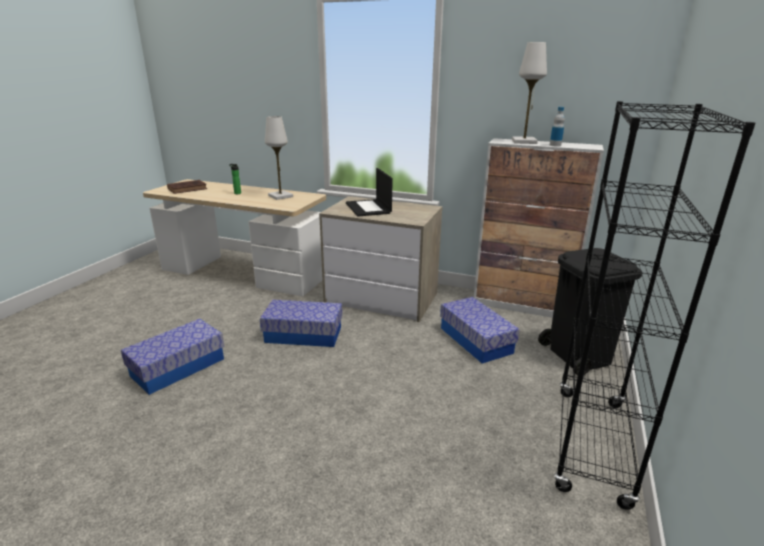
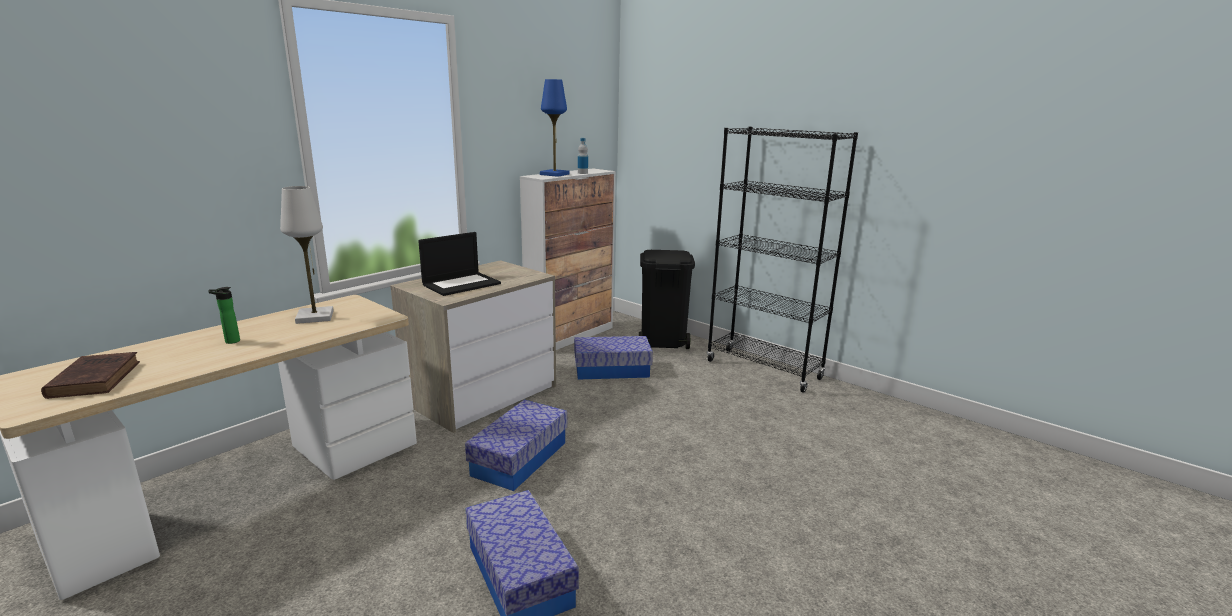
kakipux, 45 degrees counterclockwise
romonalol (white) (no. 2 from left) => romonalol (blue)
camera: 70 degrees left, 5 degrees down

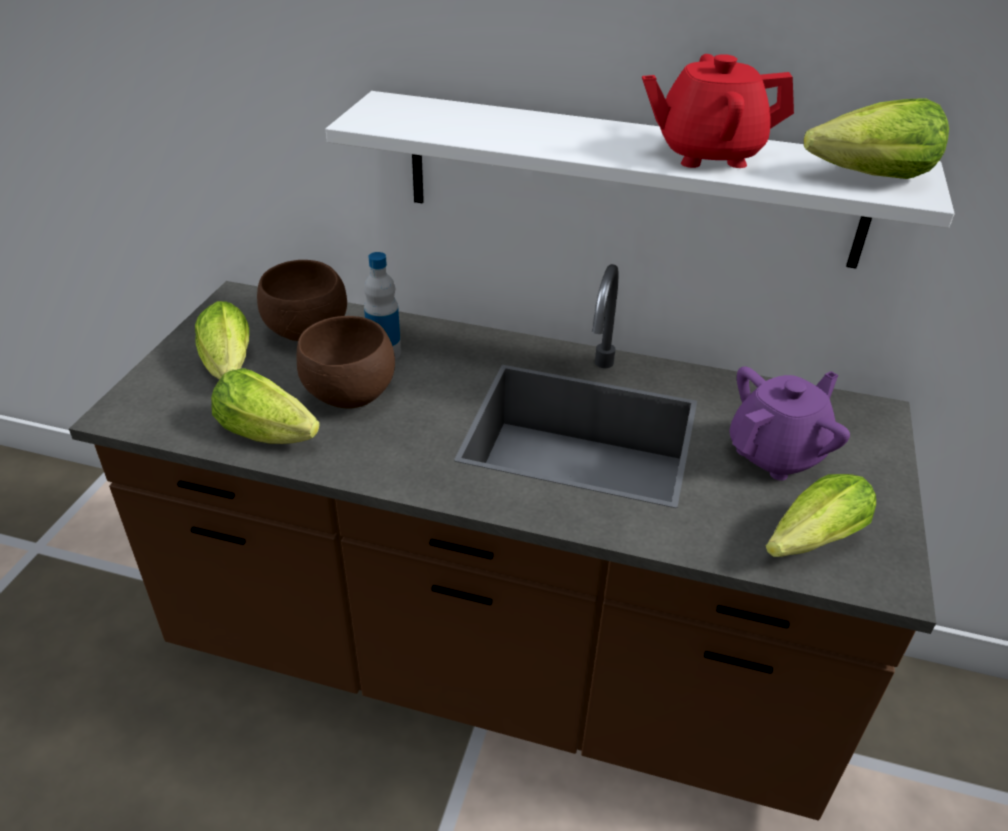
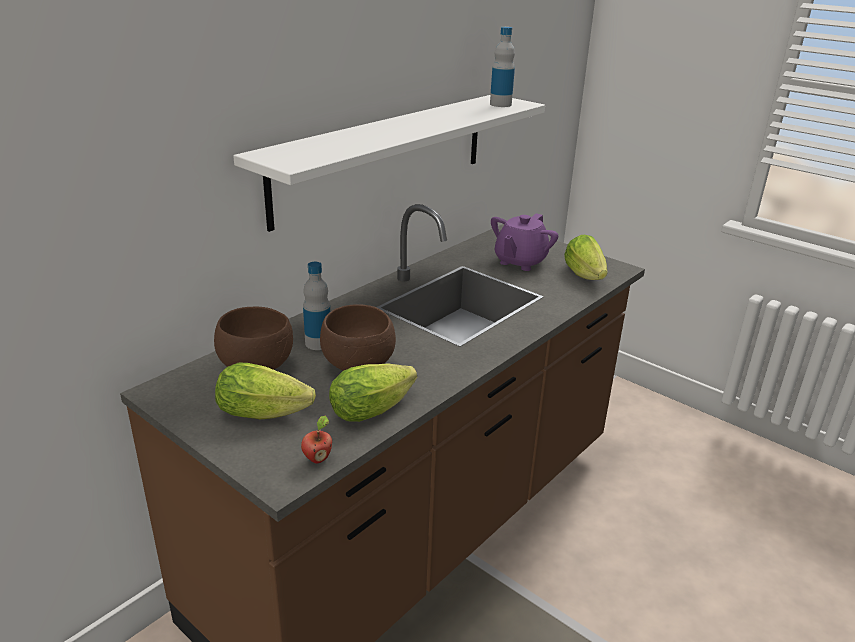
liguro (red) => nothing
liguro (purple), 135 degrees counterclockwise
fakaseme (no. 4 from left) => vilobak (no. 2 from left)
nothing => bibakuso
camera: 65 degrees left, 10 degrees down

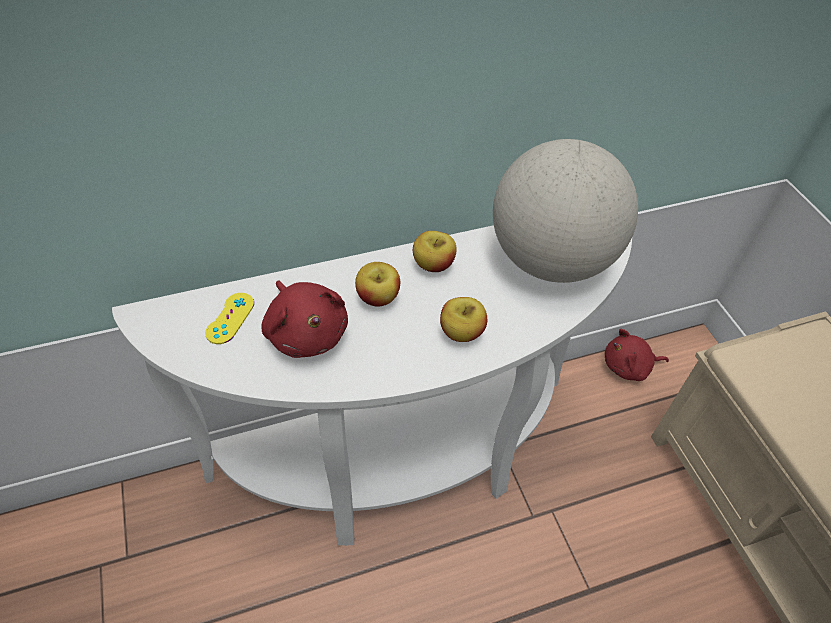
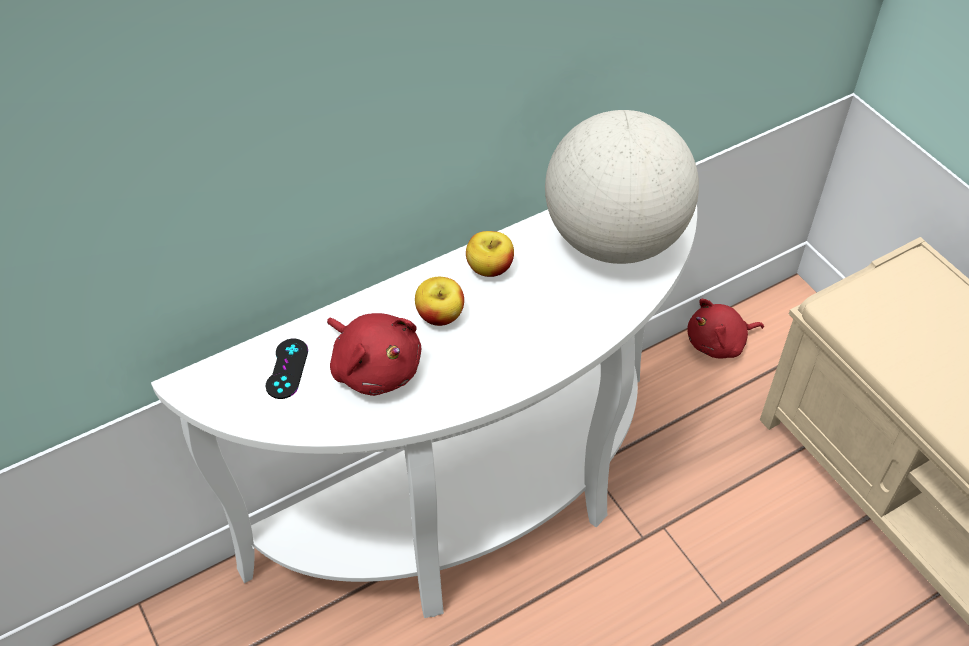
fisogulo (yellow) => fisogulo (black)
bibakuso (no. 3 from left) => nothing
camera: 10 degrees left, 0 degrees up

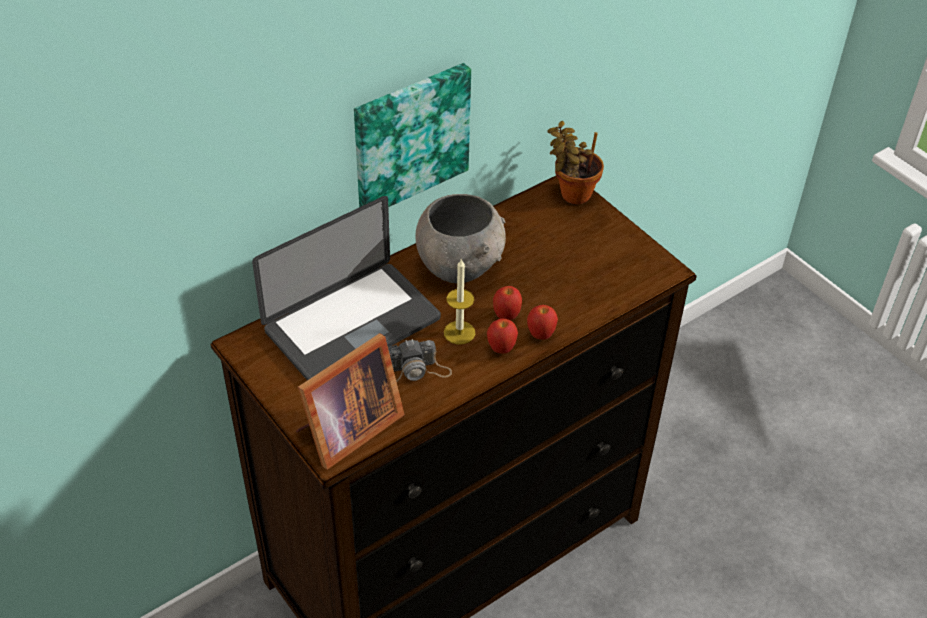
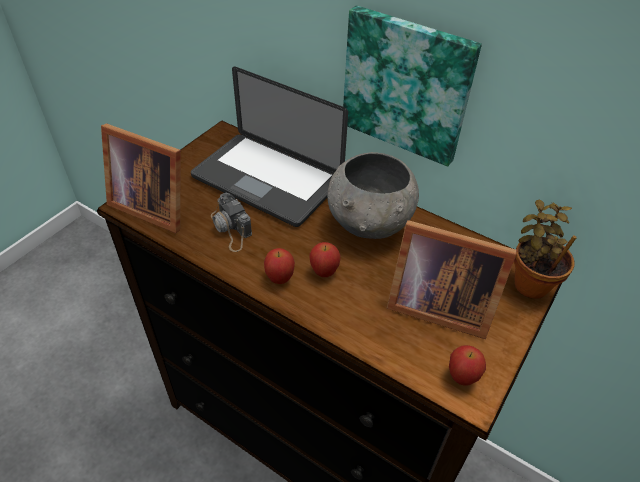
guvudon => nothing
bibakuso (no. 3 from left), shifted
nothing => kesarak (no. 2 from left)
camera: 70 degrees right, 0 degrees up

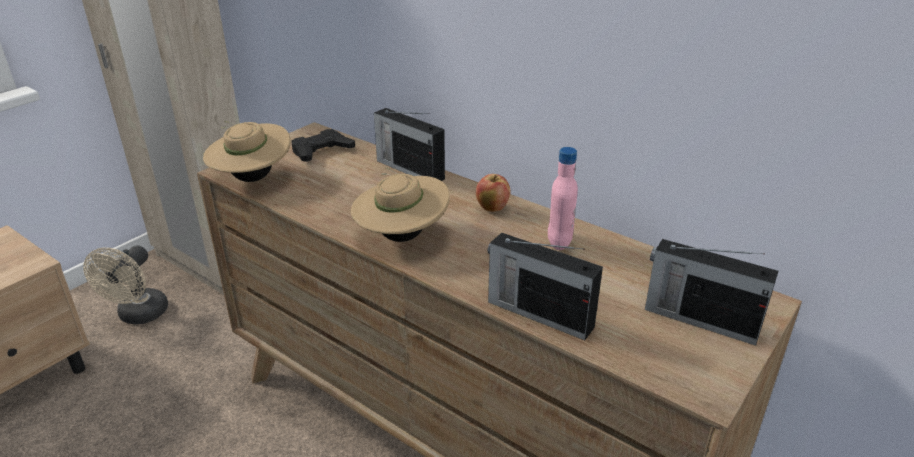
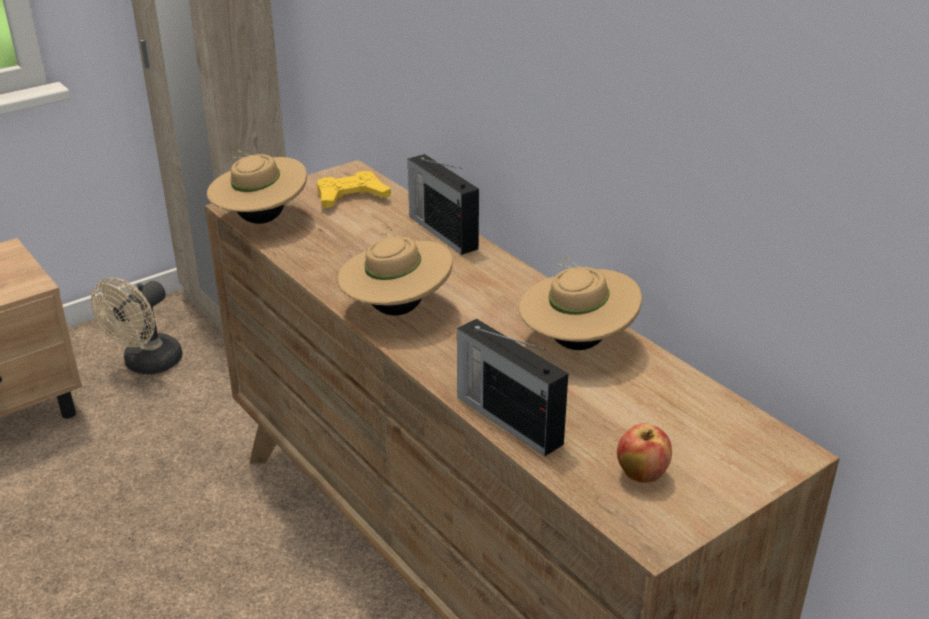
fisogulo (black) => fisogulo (yellow)
bibakuso, shifted
vilobak (pink) => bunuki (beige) (no. 3 from left)
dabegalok (no. 3 from left) => nothing
camera: 15 degrees right, 0 degrees up

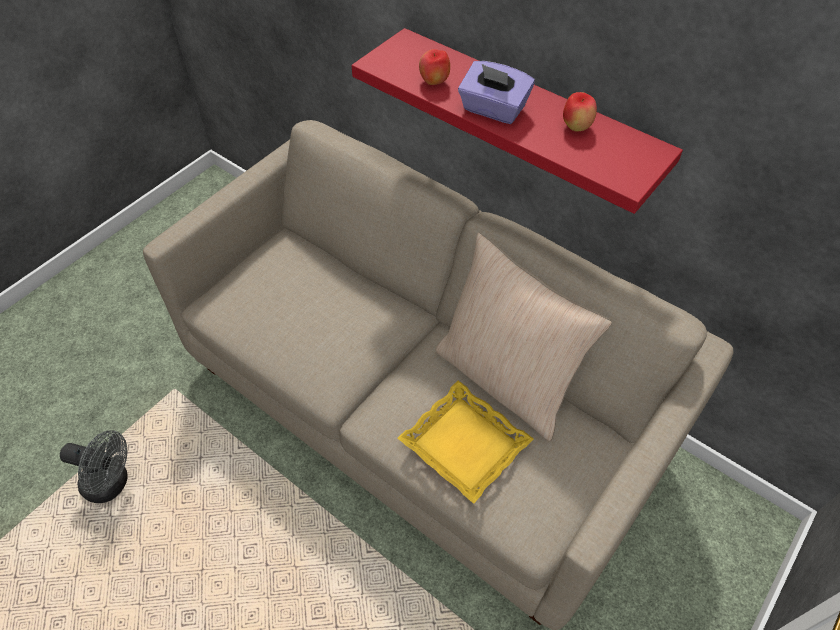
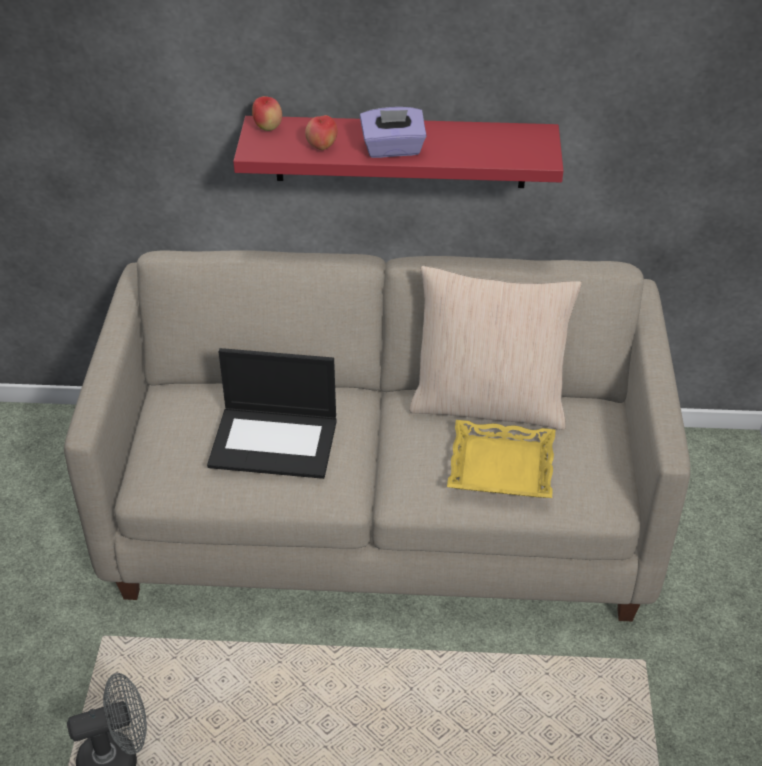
bibakuso (no. 2 from left in the first image) => bibakuso (no. 1 from left), shifted
nothing => kakipux
camera: 35 degrees left, 10 degrees down

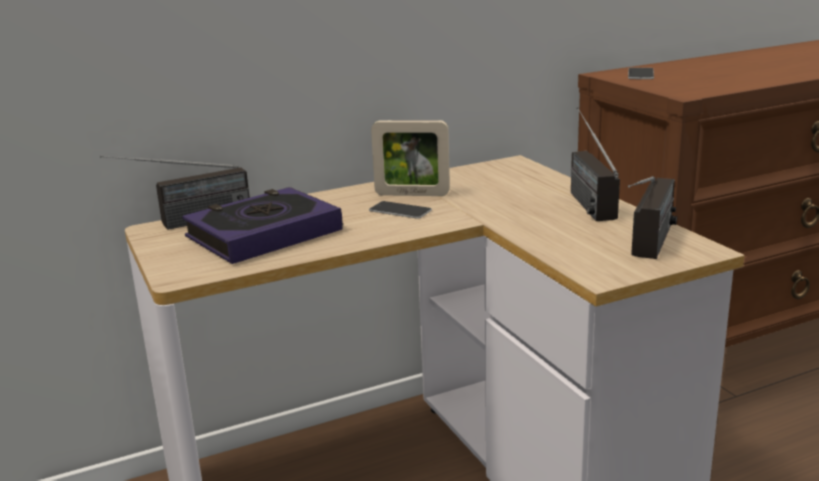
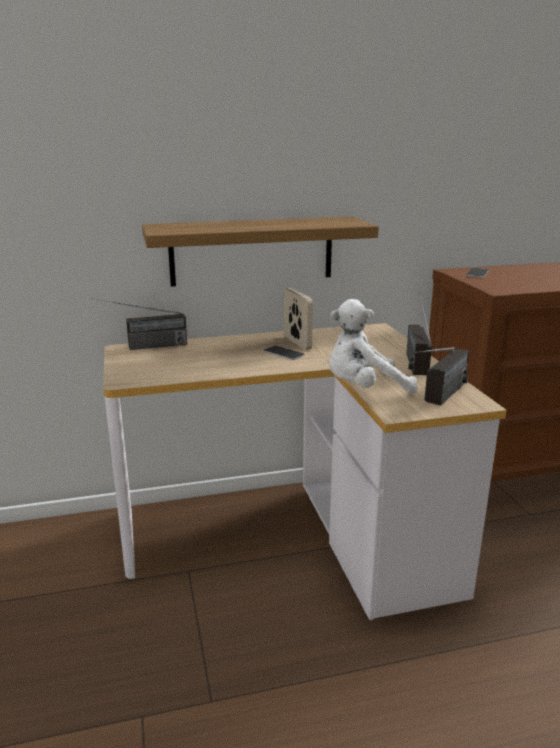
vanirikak => nothing
kesarak, 135 degrees counterclockwise
nothing => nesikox
nothing => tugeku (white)
camera: 10 degrees right, 0 degrees up

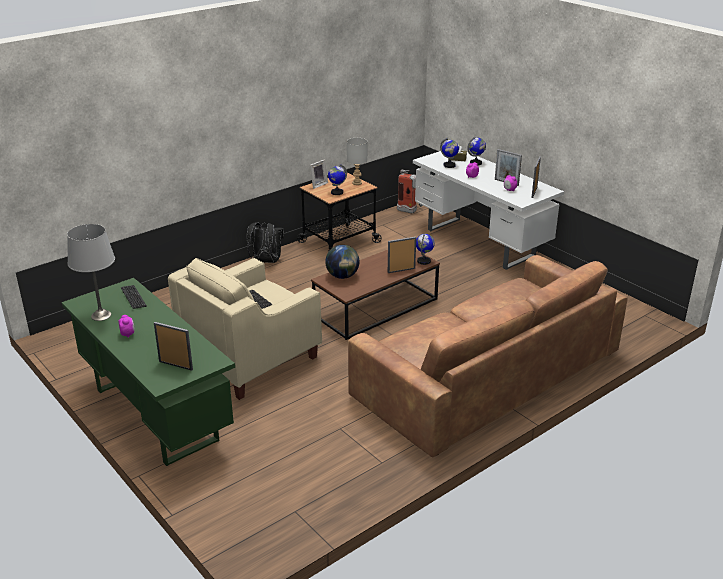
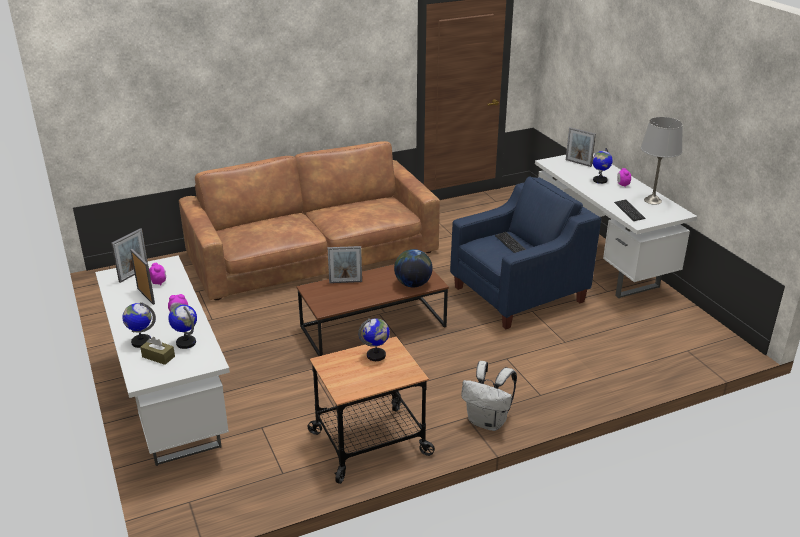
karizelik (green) => karizelik (white) (no. 2 from left)
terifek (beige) => terifek (blue)
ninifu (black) => ninifu (white)
kesarak (no. 2 from left) => nothing
romonalol (grey) (no. 2 from left) => nothing
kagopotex => nothing
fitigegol (no. 3 from left in the first image) => fitigegol (no. 5 from left), shifted
camera: 165 degrees left, 0 degrees up

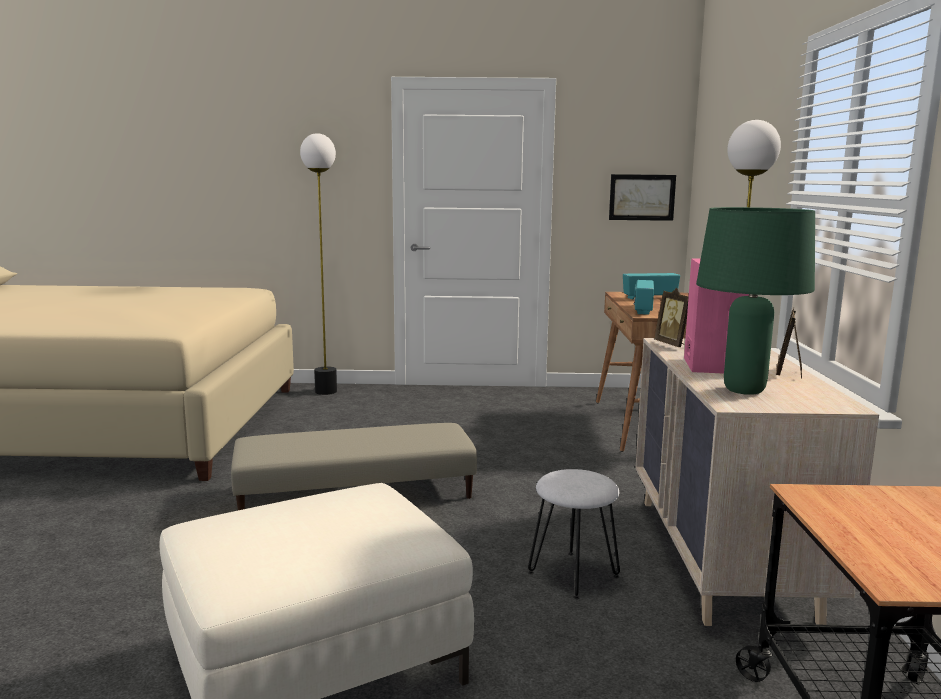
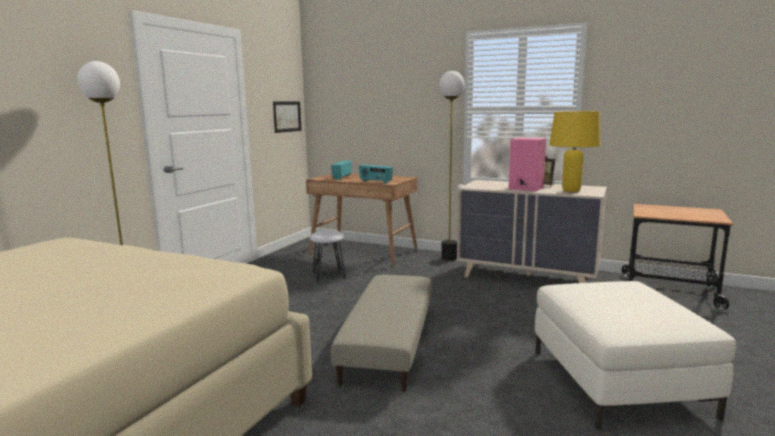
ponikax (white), shifted
kesarak (no. 1 from left) => nothing
romonalol (green) => romonalol (yellow)
camera: 65 degrees left, 0 degrees up

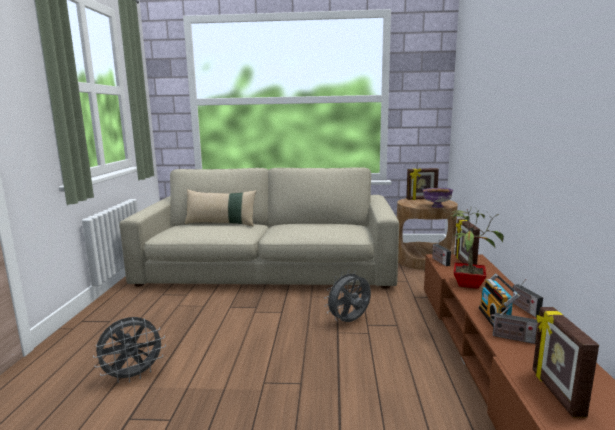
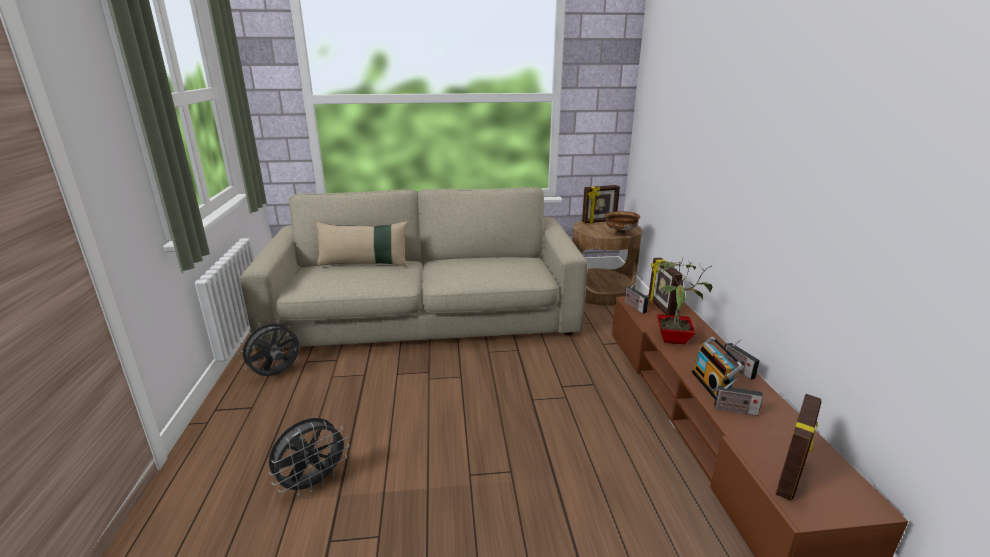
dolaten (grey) (no. 2 from left in the first image) => dolaten (grey) (no. 1 from left), shifted
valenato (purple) => valenato (brown)
kesarak (no. 3 from left), 135 degrees counterclockwise
camera: 10 degrees left, 10 degrees up

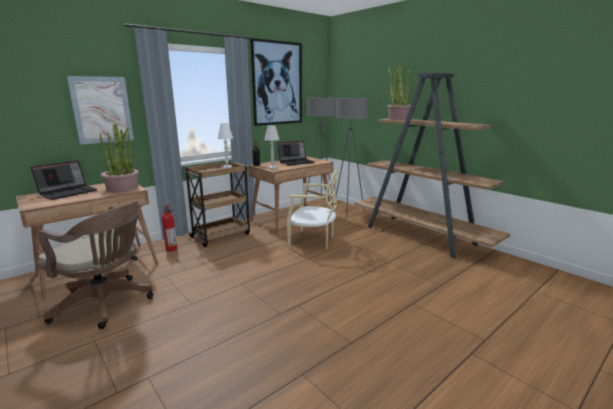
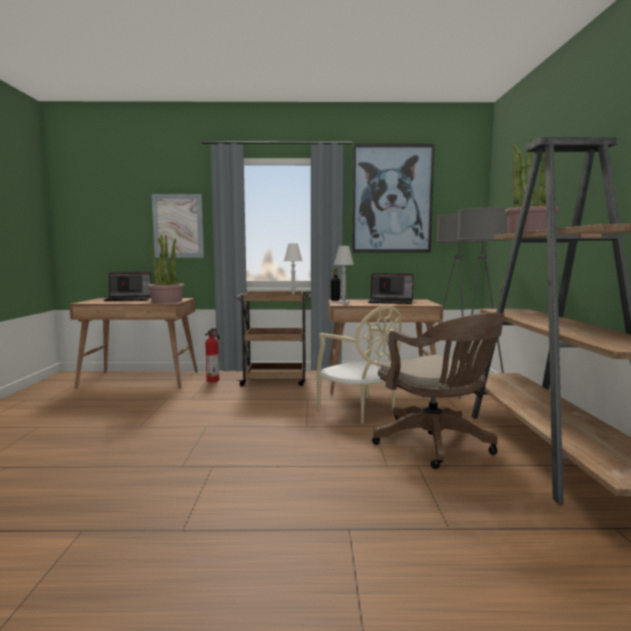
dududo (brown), shifted
camera: 40 degrees right, 10 degrees down

